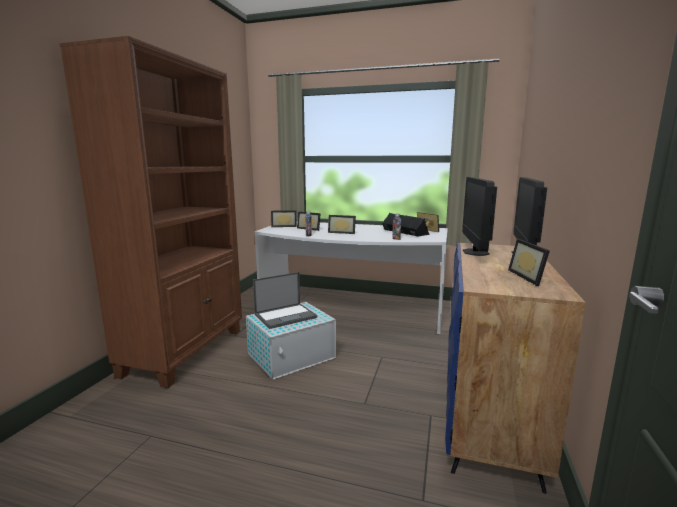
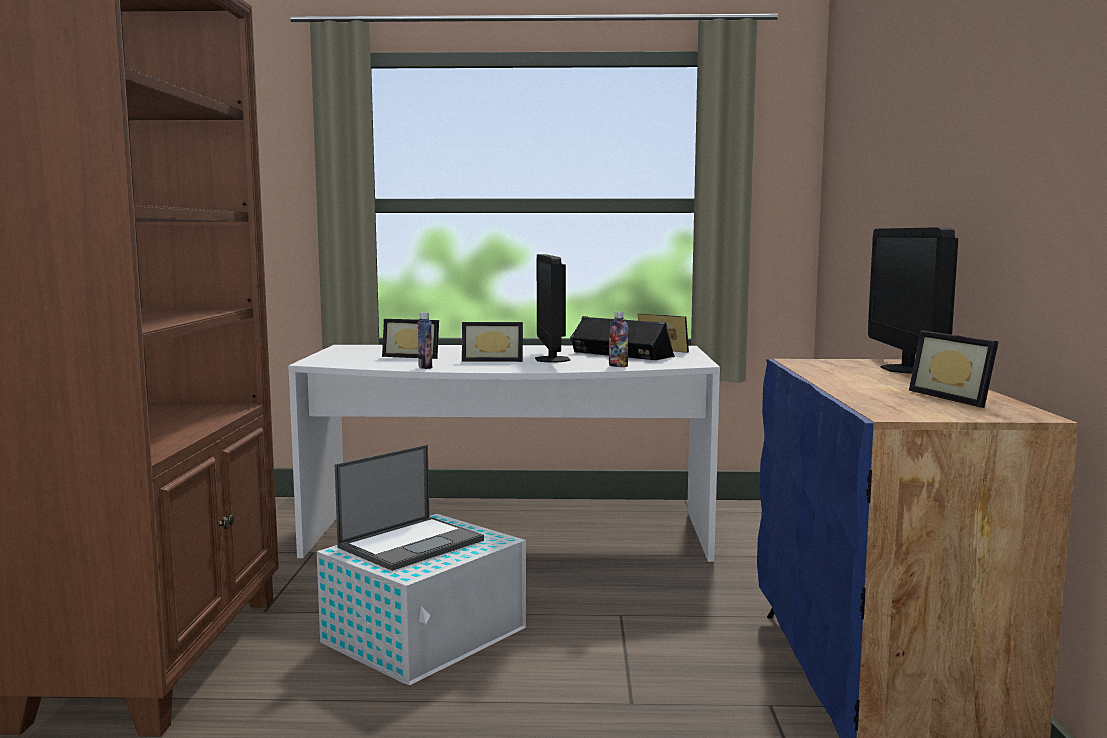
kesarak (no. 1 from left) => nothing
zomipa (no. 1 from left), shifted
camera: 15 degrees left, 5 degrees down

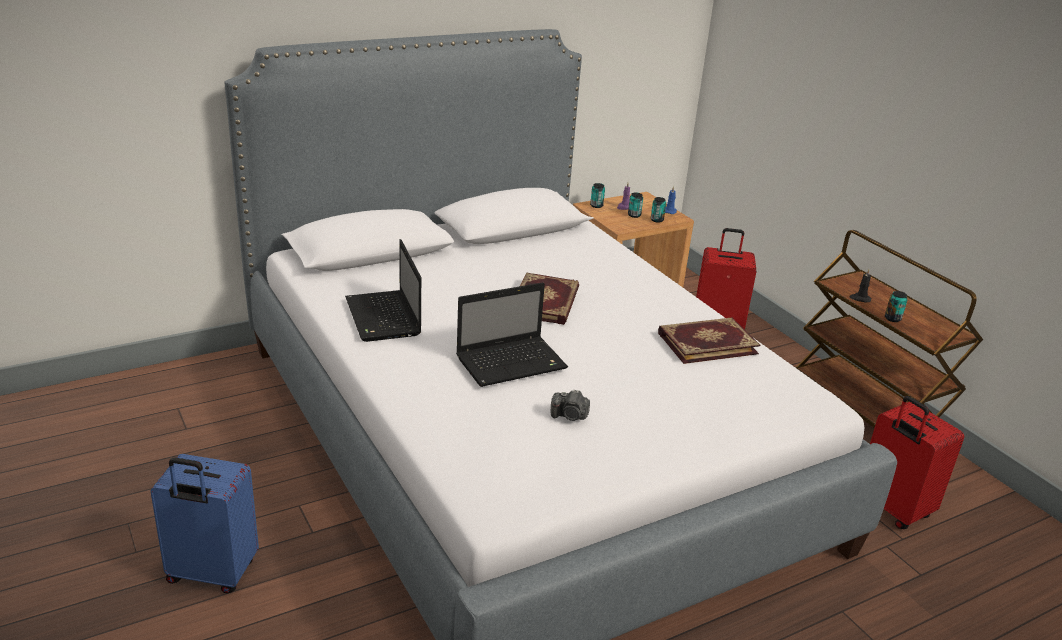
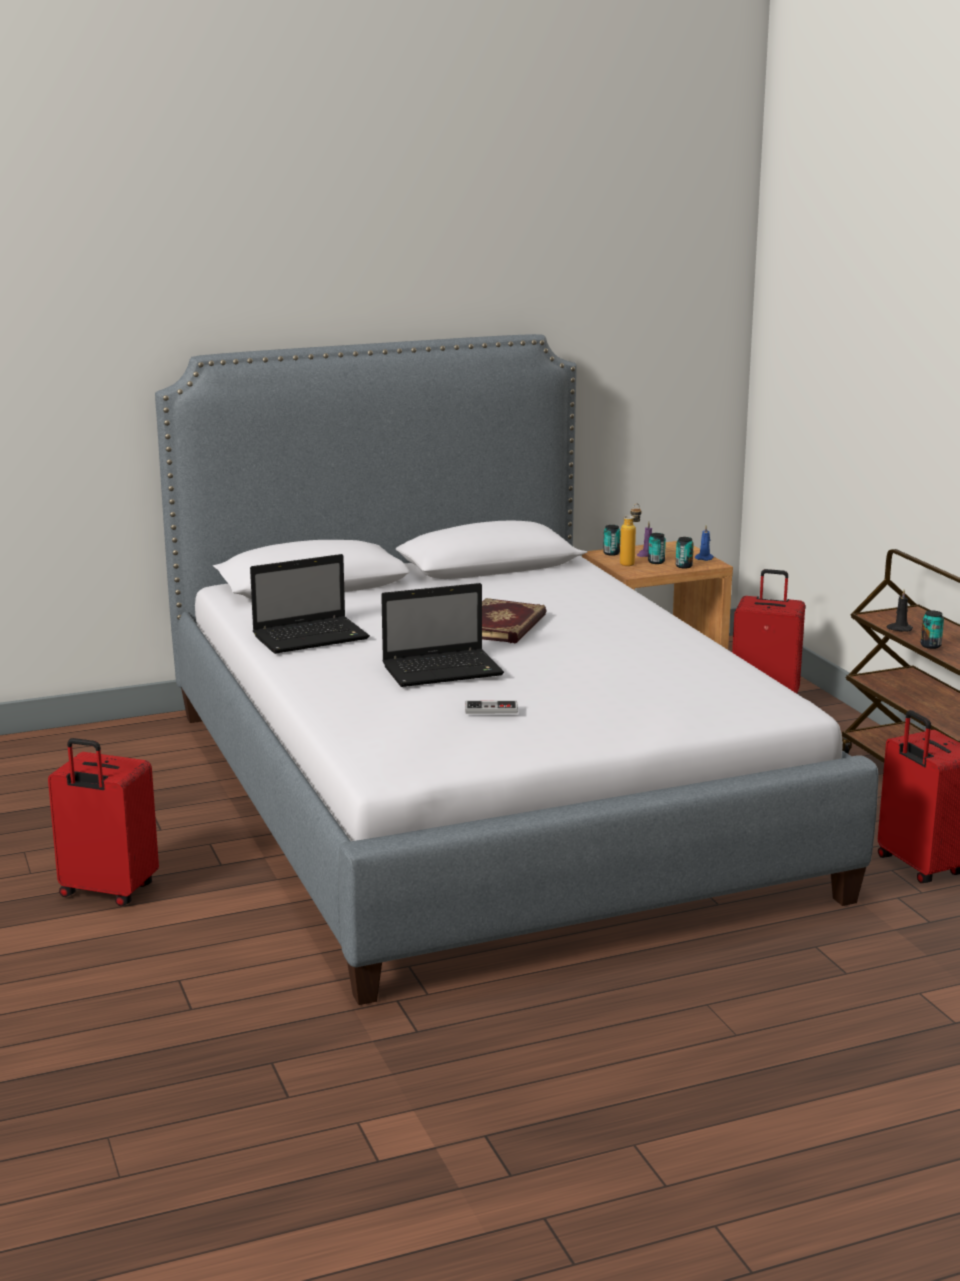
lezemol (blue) => lezemol (red) (no. 1 from left)
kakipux (no. 1 from left), 105 degrees counterclockwise
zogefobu => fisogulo
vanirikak (no. 2 from left) => nothing
nothing => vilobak
camera: 10 degrees right, 10 degrees down

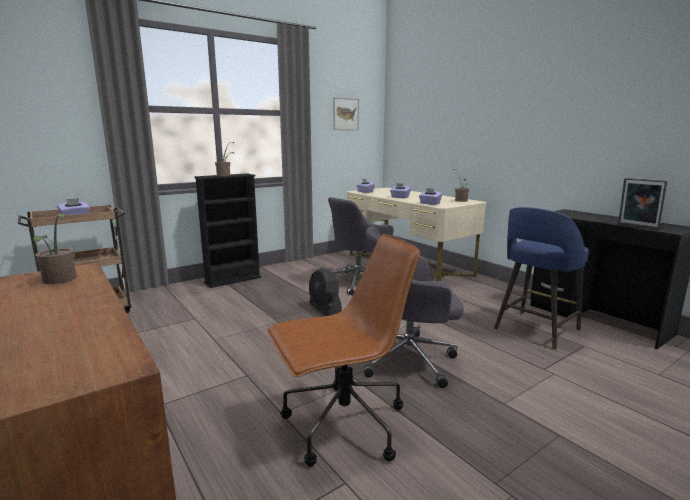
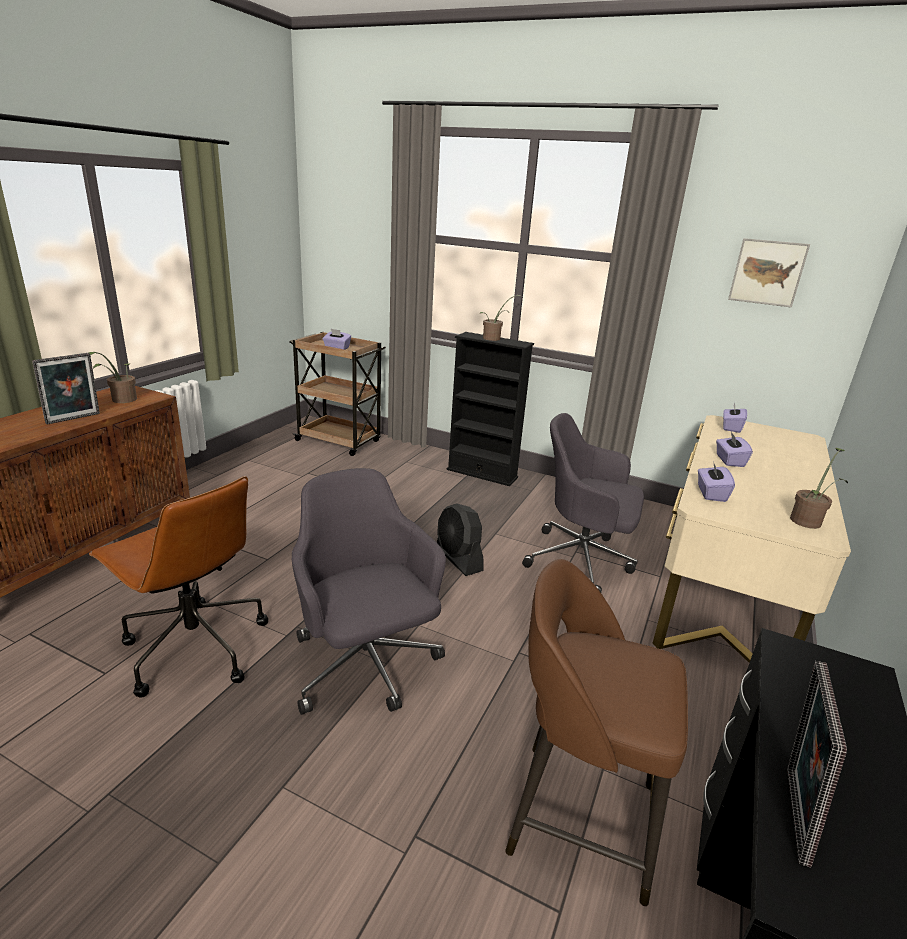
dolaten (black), 60 degrees counterclockwise
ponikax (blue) => ponikax (brown)
nothing => kesarak (no. 1 from left)
camera: 60 degrees right, 10 degrees up

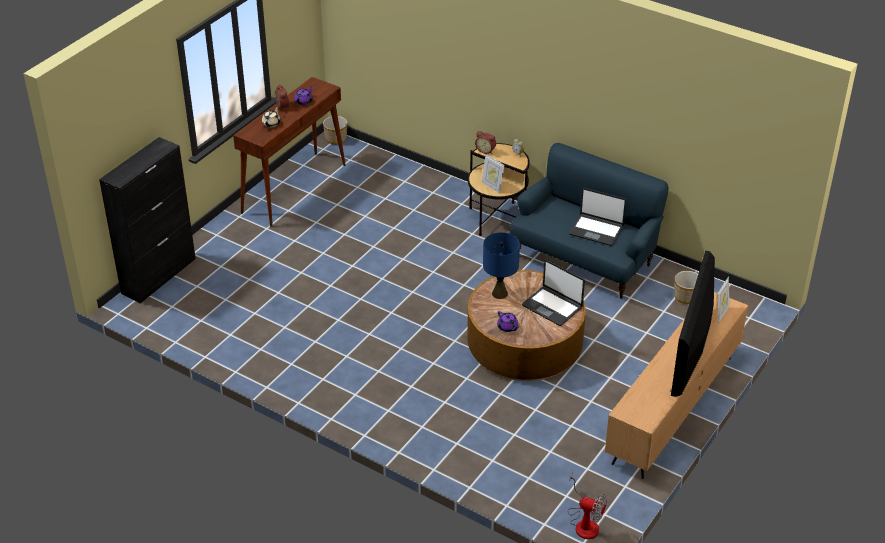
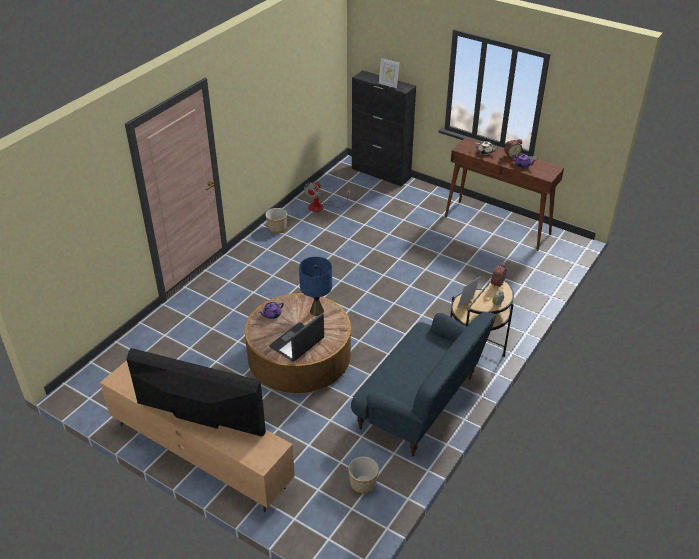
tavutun (no. 1 from left), shifted
dolaten, shifted
kakipux (no. 2 from left) => nothing
kesarak (no. 2 from left in the first image) => kesarak (no. 1 from left), shifted
camera: 90 degrees right, 0 degrees up

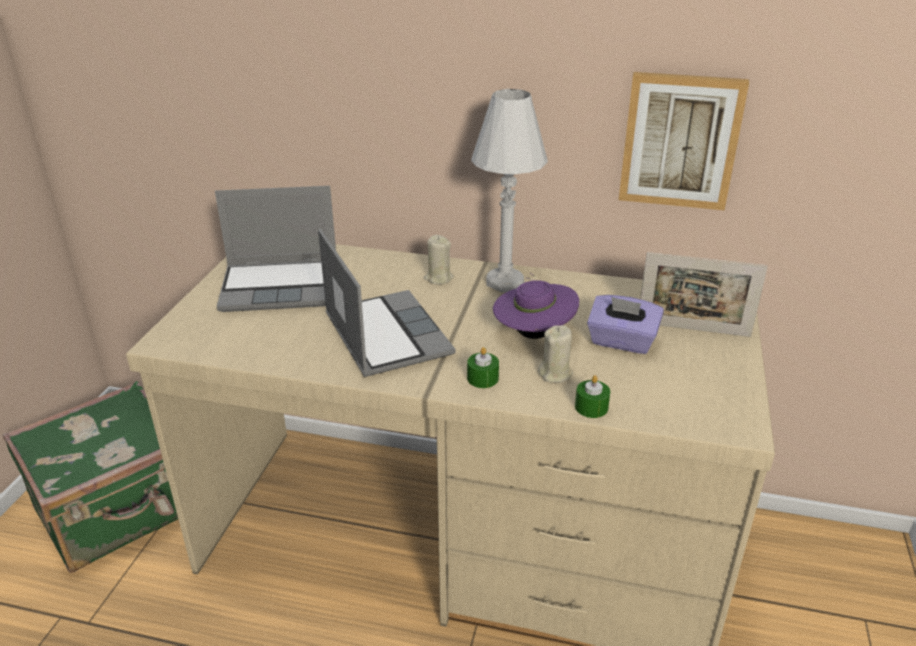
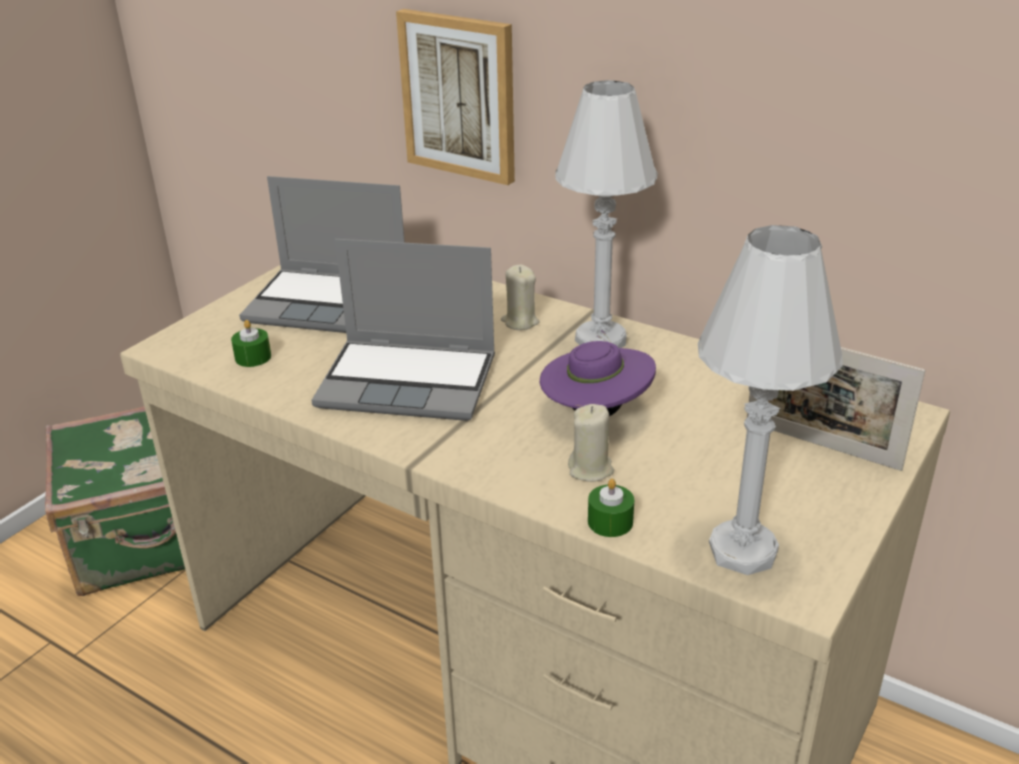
kakipux (no. 2 from left), 105 degrees clockwise
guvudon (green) (no. 1 from left), shifted
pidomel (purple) => nothing
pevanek, shifted
nothing => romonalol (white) (no. 2 from left)
camera: 20 degrees right, 0 degrees up

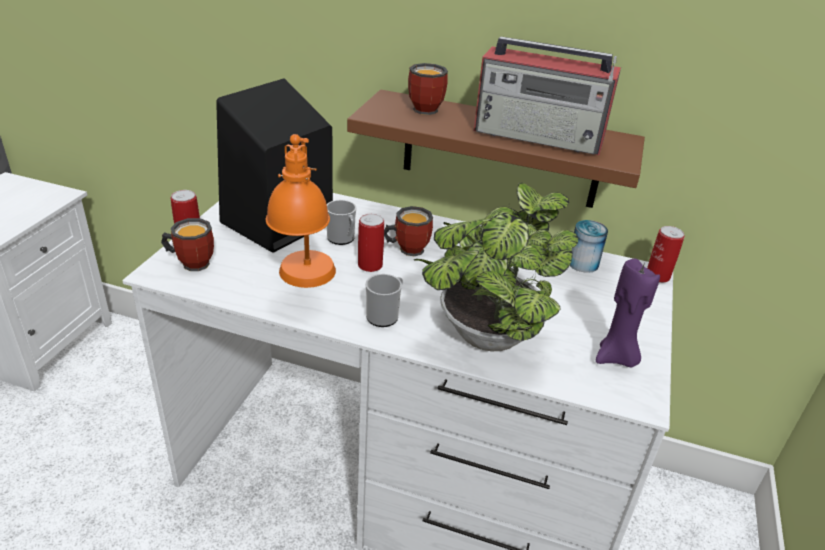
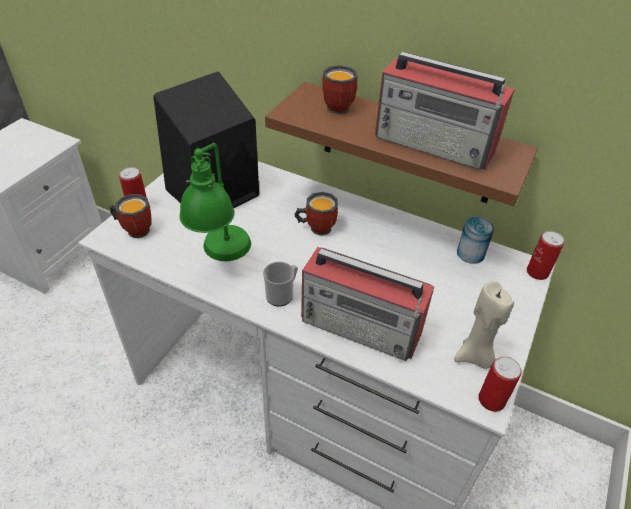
romonalol (orange) => romonalol (green)
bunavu (no. 2 from left) => nothing
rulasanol (no. 2 from left in the first image) => rulasanol (no. 3 from left), shifted
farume => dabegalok (no. 1 from left)
guvudon (purple) => guvudon (beige)
camera: 10 degrees right, 10 degrees up

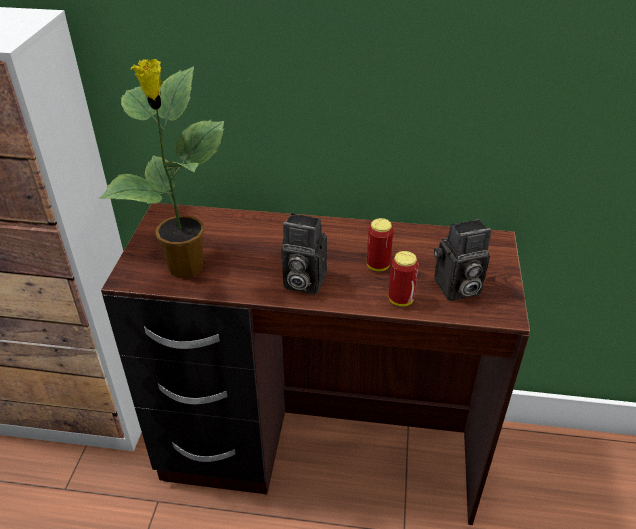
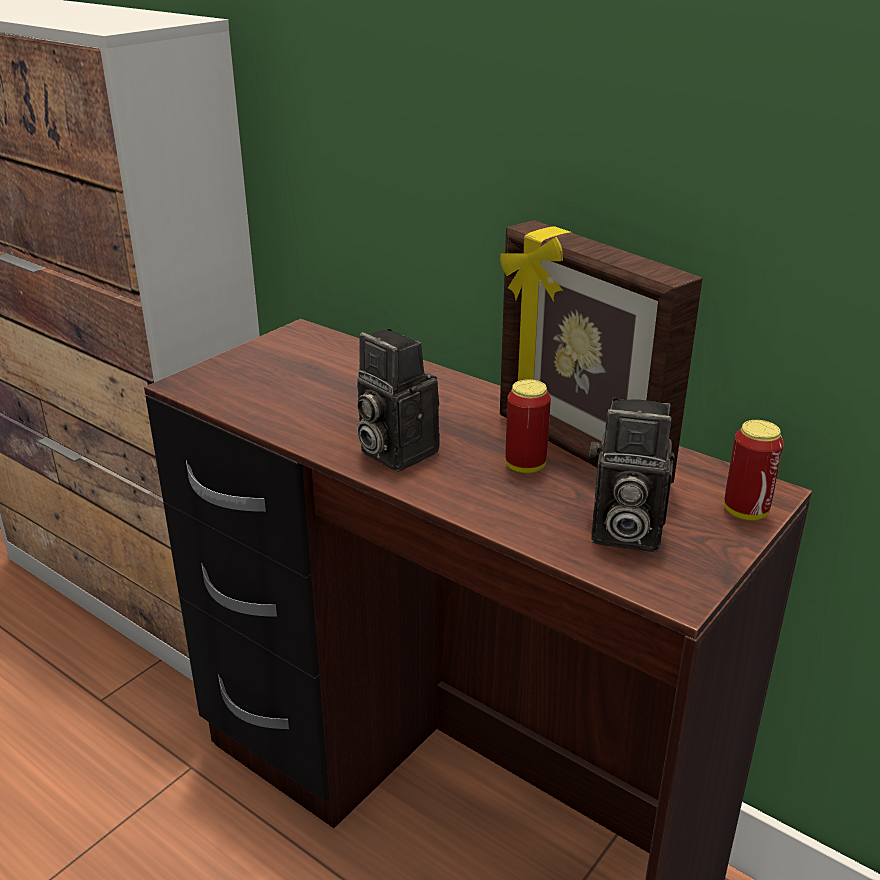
farume => nothing
rulasanol (no. 2 from left), shifted
nothing => kesarak
camera: 30 degrees right, 10 degrees down

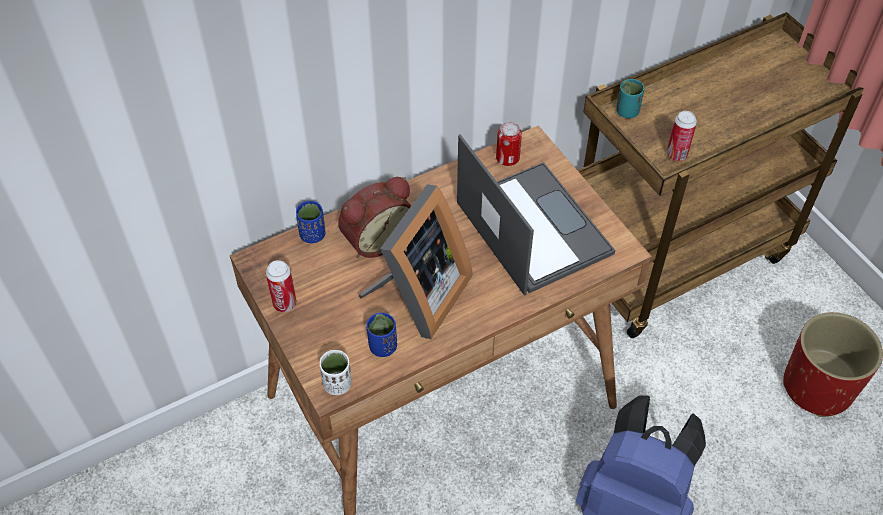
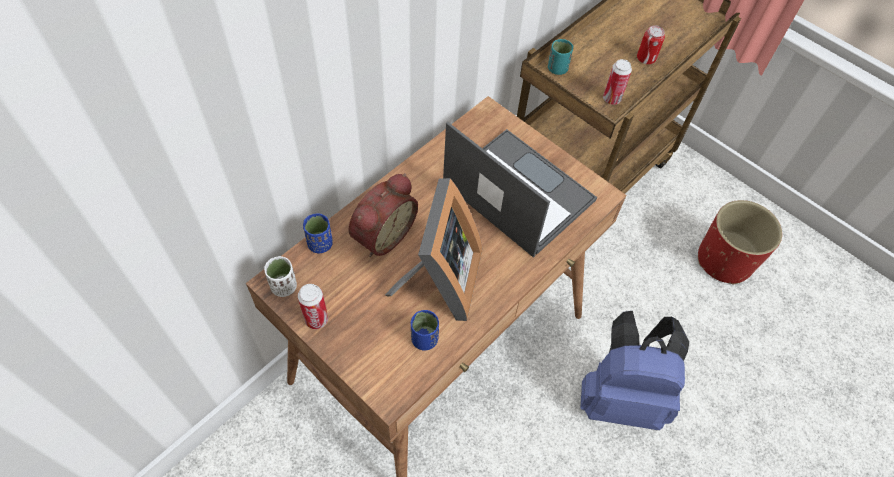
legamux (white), shifted
rulasanol (no. 2 from left in the first image) => rulasanol (no. 3 from left), shifted
camera: 20 degrees left, 5 degrees up

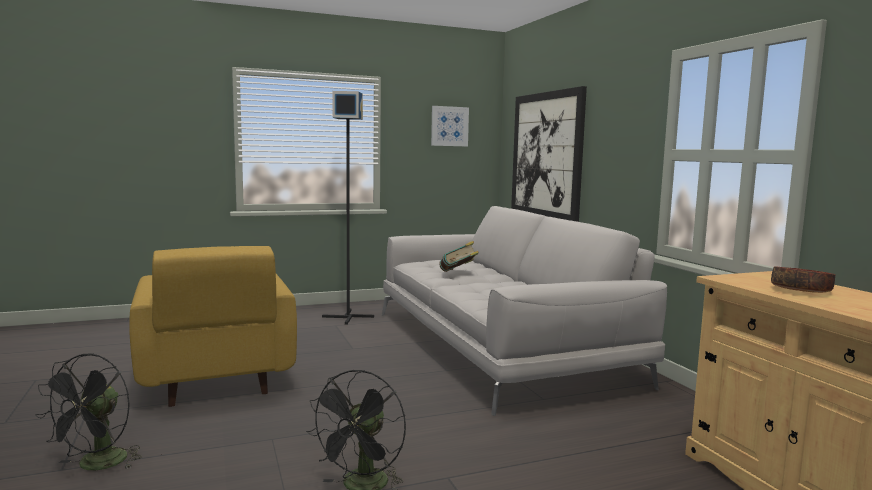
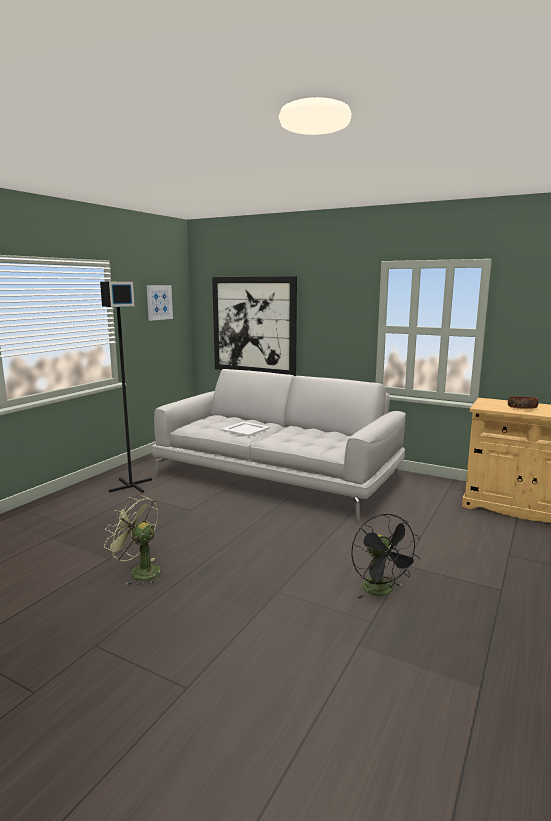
dolaten (black) (no. 1 from left) => nothing
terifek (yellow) => dolaten (green)
vanirikak => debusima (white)
camera: 40 degrees left, 5 degrees up

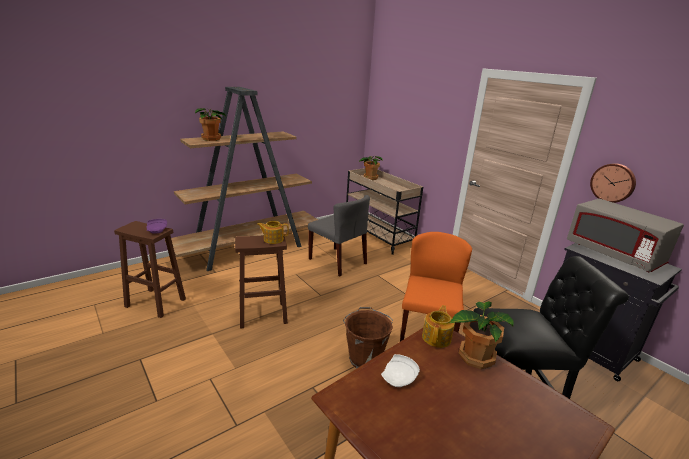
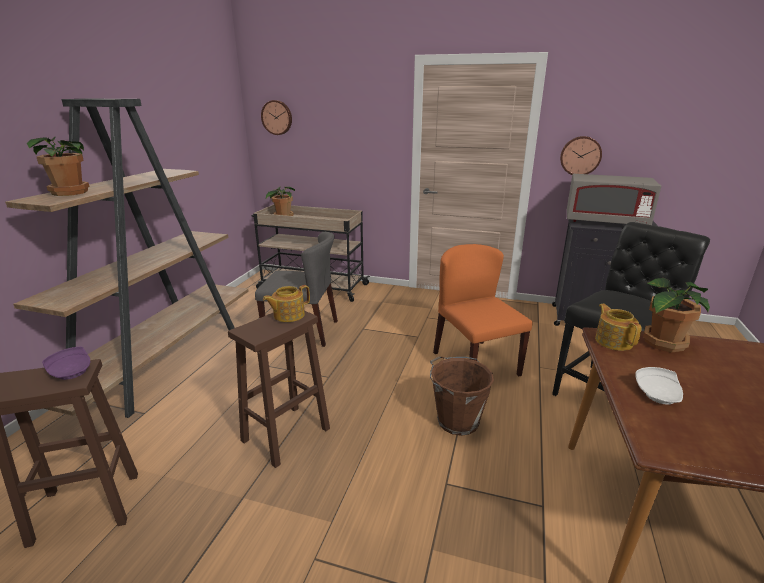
nothing => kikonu (no. 1 from left)
camera: 35 degrees left, 0 degrees up

